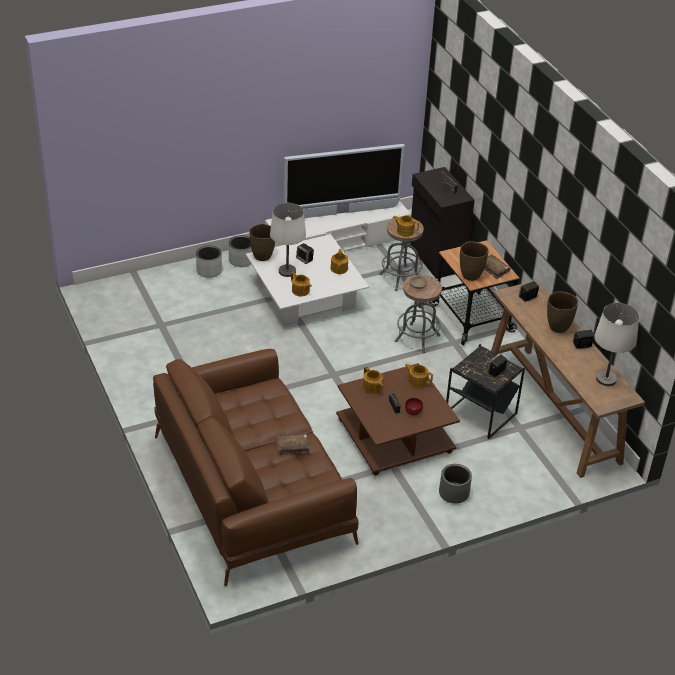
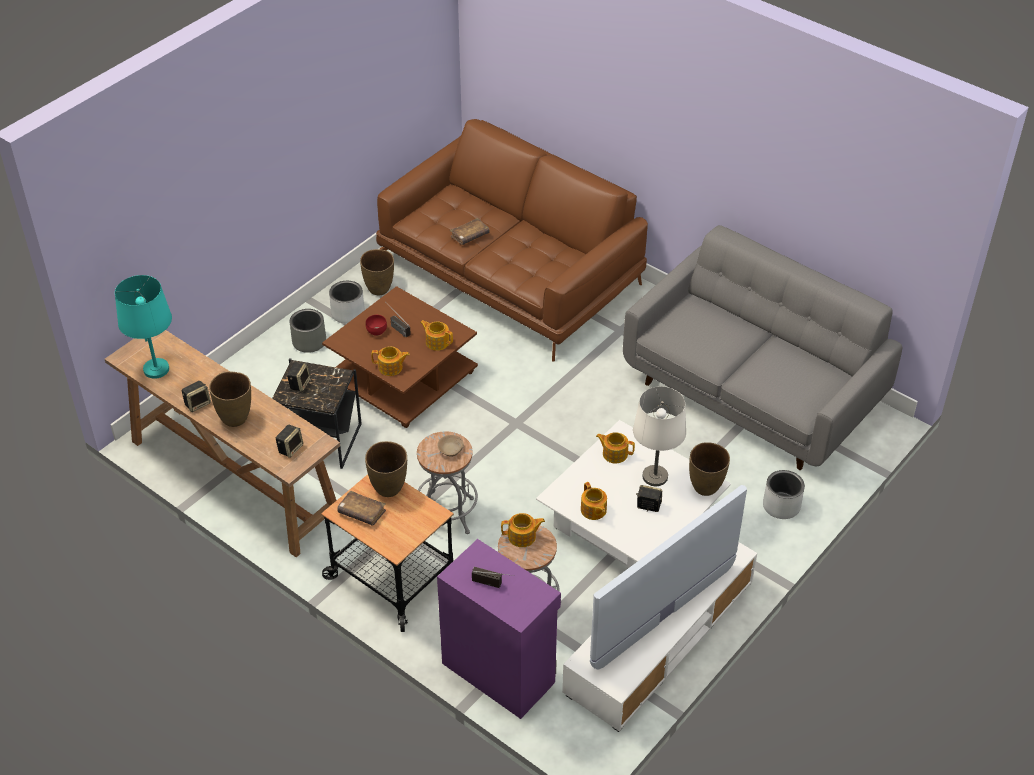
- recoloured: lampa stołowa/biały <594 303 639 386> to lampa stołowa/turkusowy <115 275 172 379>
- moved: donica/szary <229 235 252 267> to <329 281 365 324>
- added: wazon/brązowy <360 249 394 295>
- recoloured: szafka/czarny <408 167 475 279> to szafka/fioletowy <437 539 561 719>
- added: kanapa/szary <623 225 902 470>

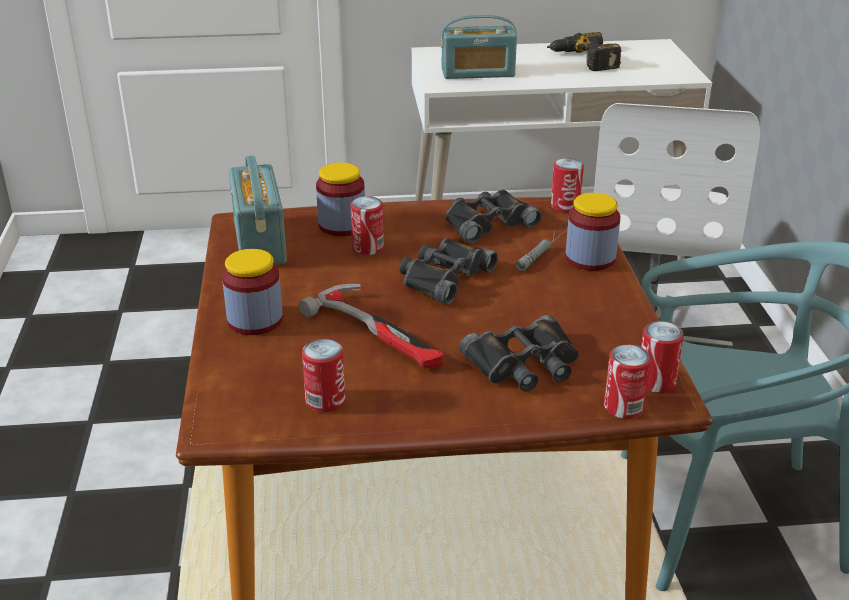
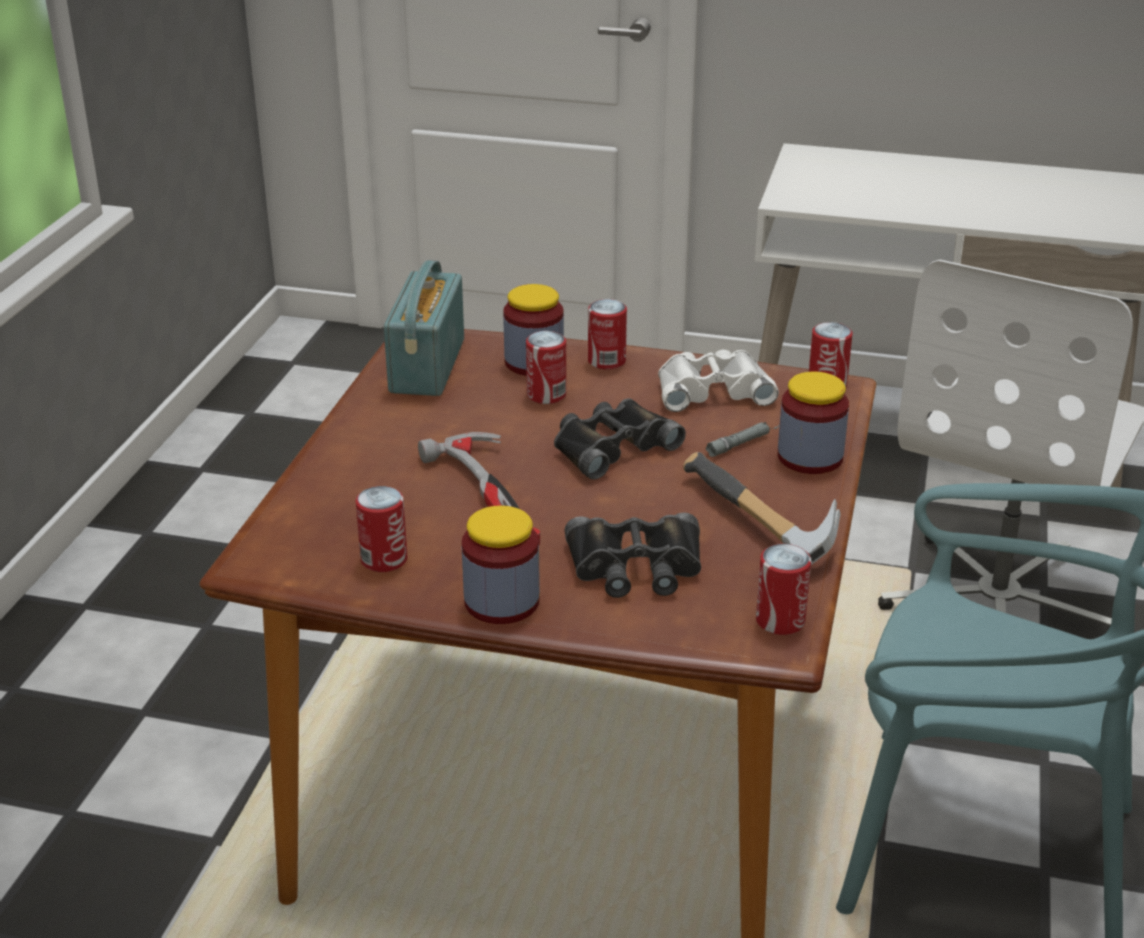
- moved: słoik <222 249 283 335> to <462 505 540 624>
- moved: puszka <604 345 651 419> to <588 299 627 370>
- recoloured: lornetka/czarny <445 189 542 244> to lornetka/biały <658 349 779 412>
- added: młotek <683 452 841 565>
- removed: radio <441 15 517 79>
- removed: wiertarka <547 32 622 71>

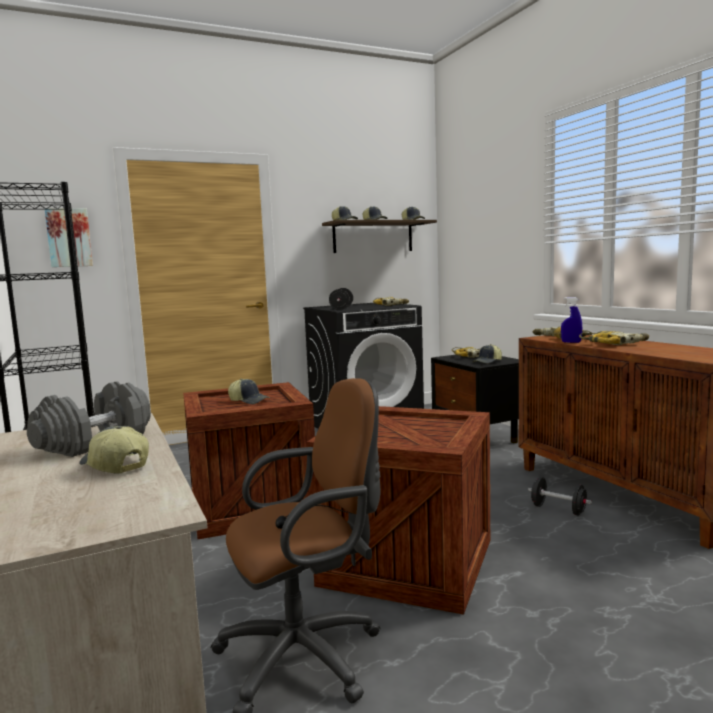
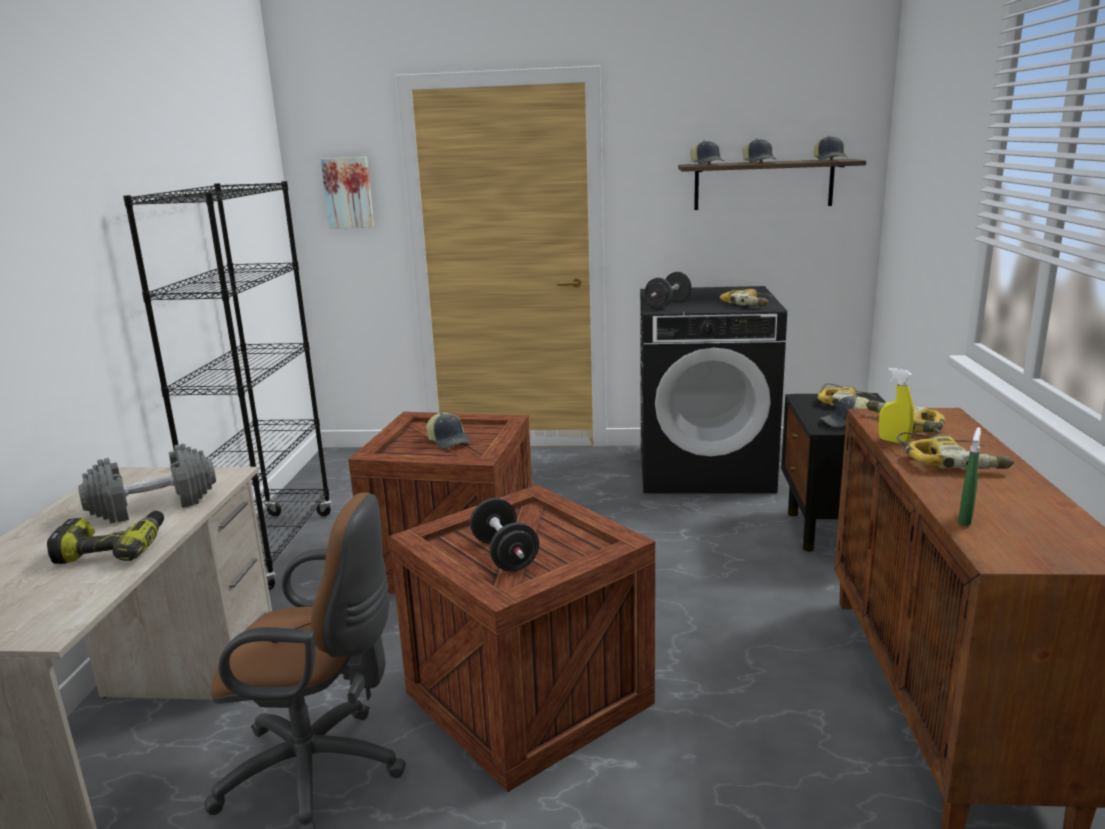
- replaced: czapka z daszkiem <79 426 149 473> to wiertarka <47 511 164 564>
- moved: hantel/czarny <528 477 592 515> to <470 498 539 571>
- recoloured: spryskiwacz/niebieski <561 297 582 343> to spryskiwacz/żółty <879 368 914 444>
- added: spryskiwacz/zielony <958 427 981 526>

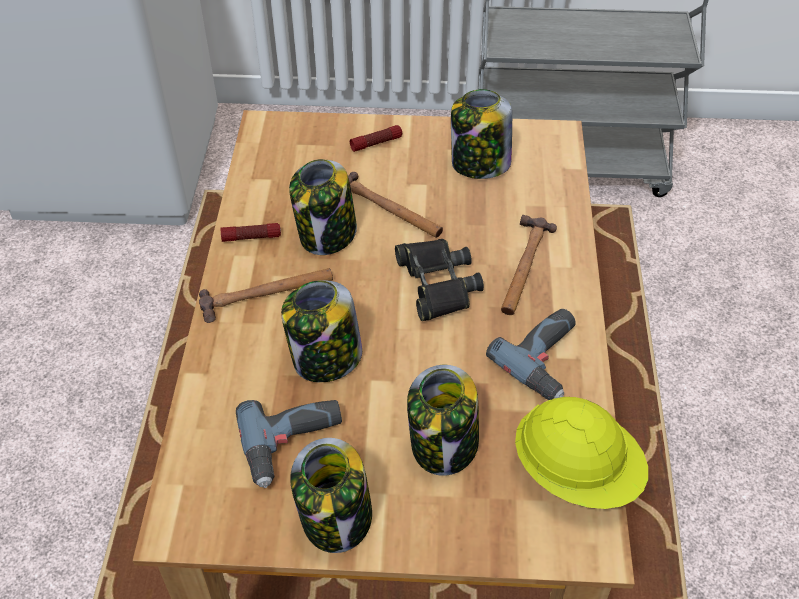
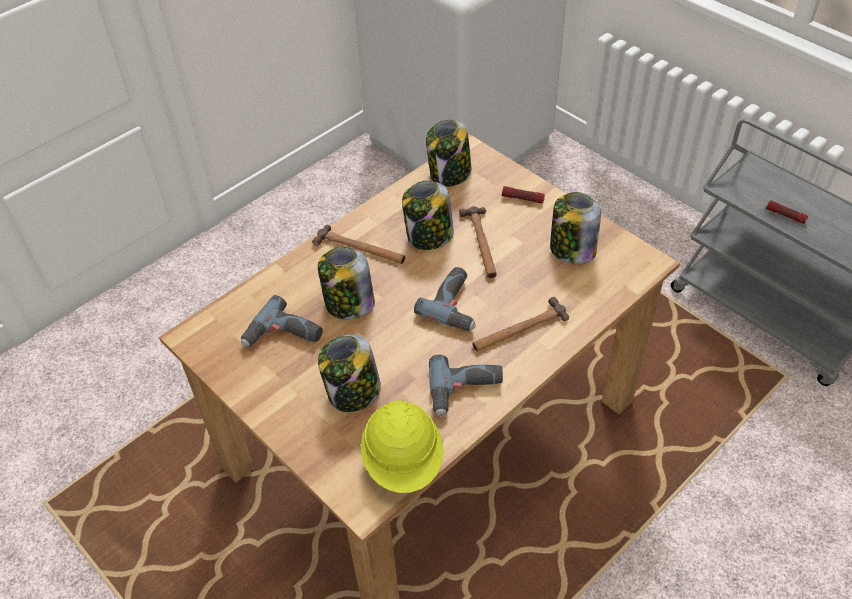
- replaced: lornetka/czarny <395 239 484 321> to wiertarka <414 267 476 331>
- moved: słoik <290 438 372 553> to <426 120 471 187>
- moved: latarka <221 223 281 242> to <766 200 808 224>

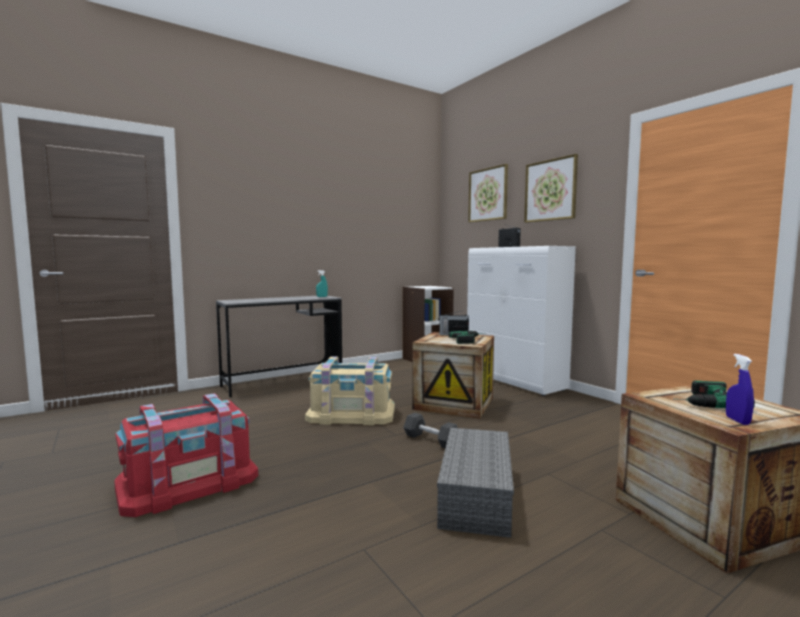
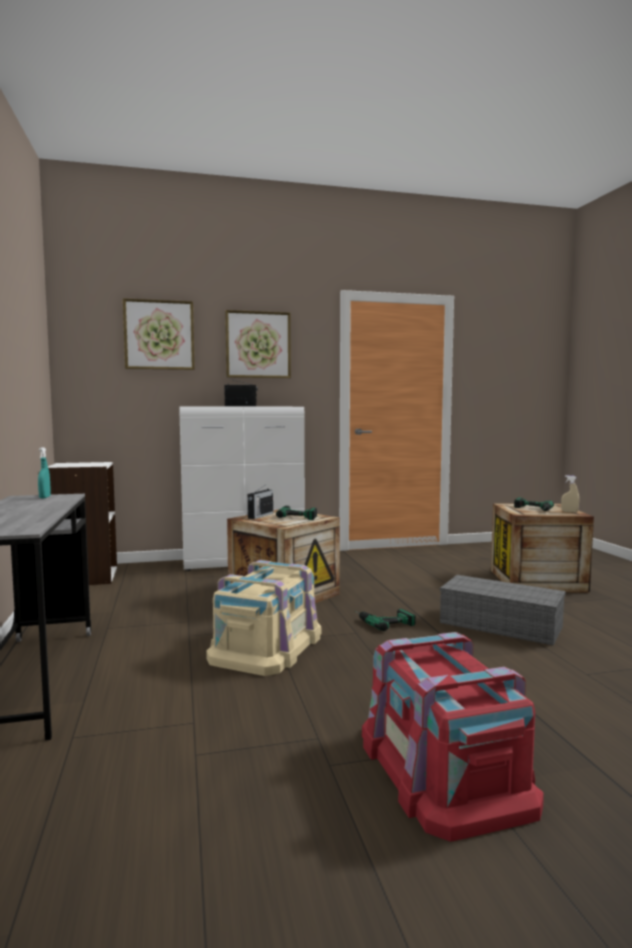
- replaced: hantel/czarny <403 413 458 448> to wiertarka <355 609 416 631>
- recoloured: spryskiwacz/niebieski <726 354 754 425> to spryskiwacz/beżowy <561 475 579 513>

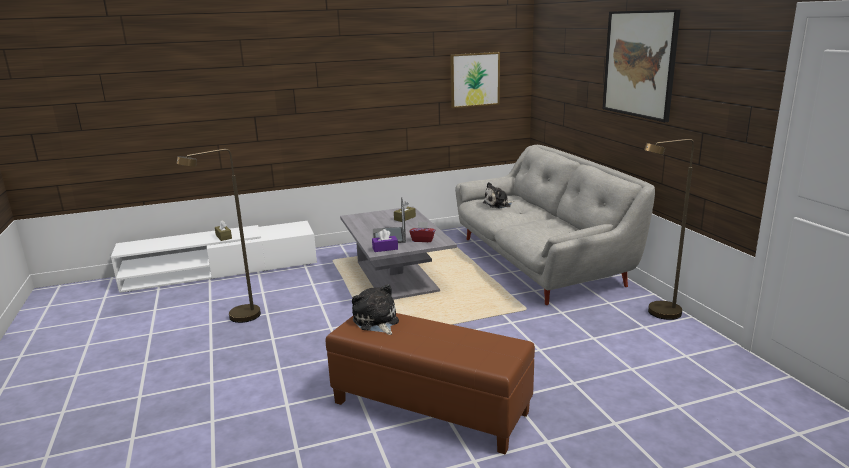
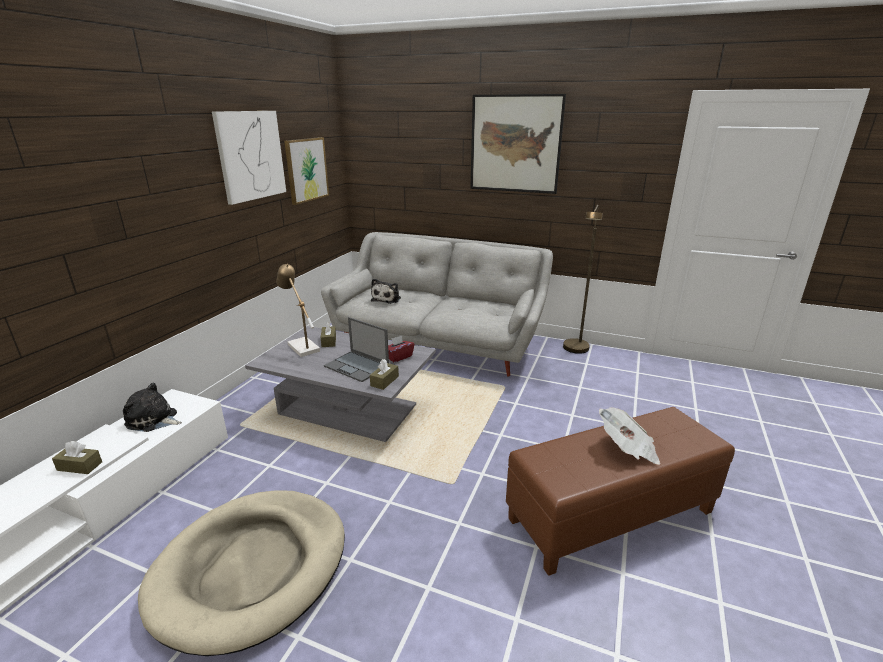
- moved: pluszak <352 284 399 335> to <123 383 182 432>
- replaced: lampa stojąca/brązowy <177 149 261 323> to legowisko/beżowy <138 490 345 656>
- added: obraz <212 111 286 205>
- added: lampa stołowa <276 264 320 357>
- recoloured: pudełko chusteczek/fioletowy <372 229 398 252> to pudełko chusteczek/brązowy <370 359 399 390>
- added: gazeta <599 407 661 465>

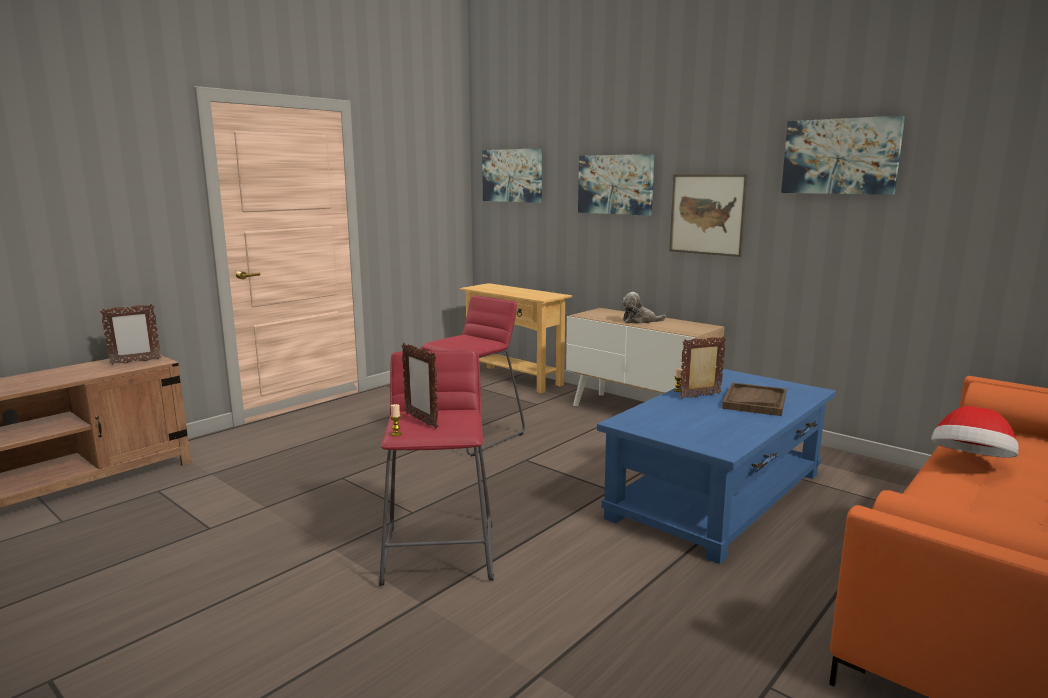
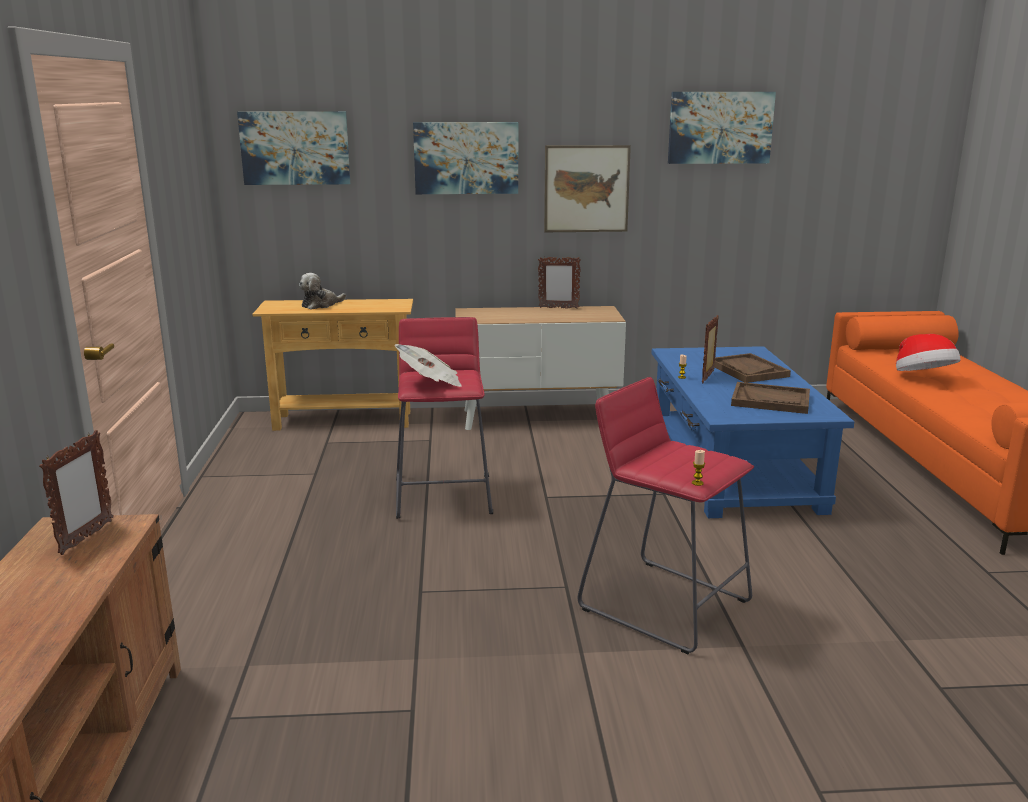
- moved: pluszak <621 292 666 324> to <299 273 346 310>
- added: gazeta <395 344 462 387>
- moved: ramka na zdjęcie <401 343 438 429> to <538 257 581 309>
- added: taca/brązowy <731 382 810 414>

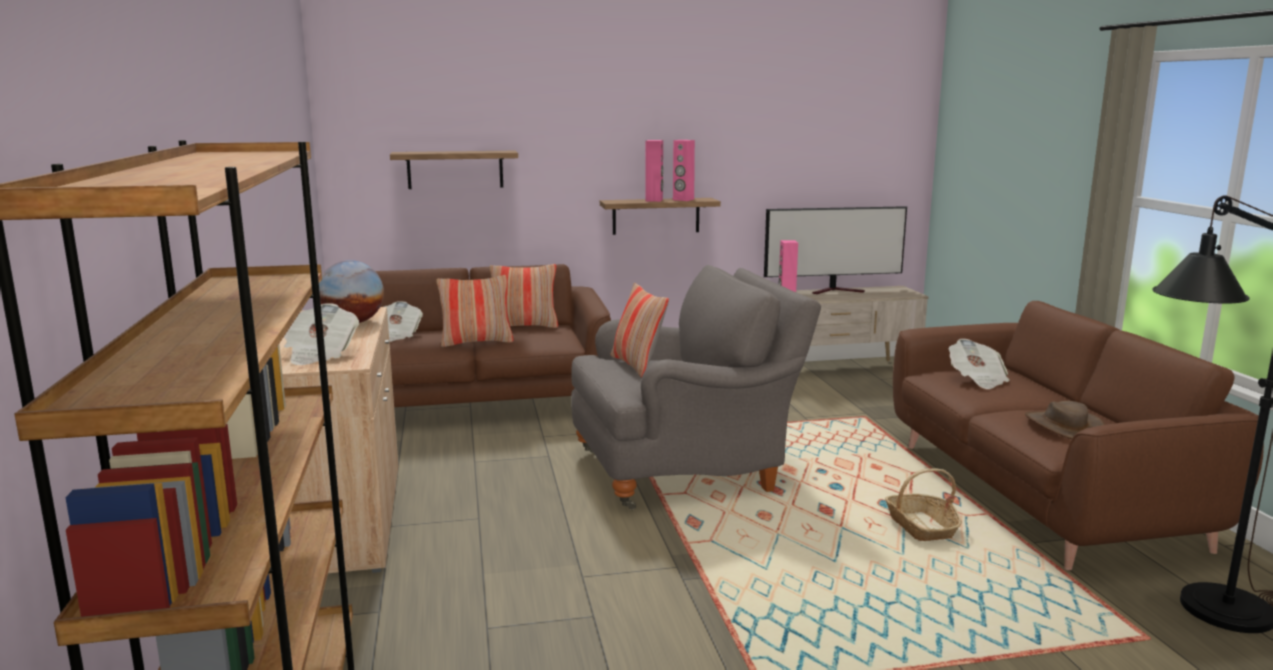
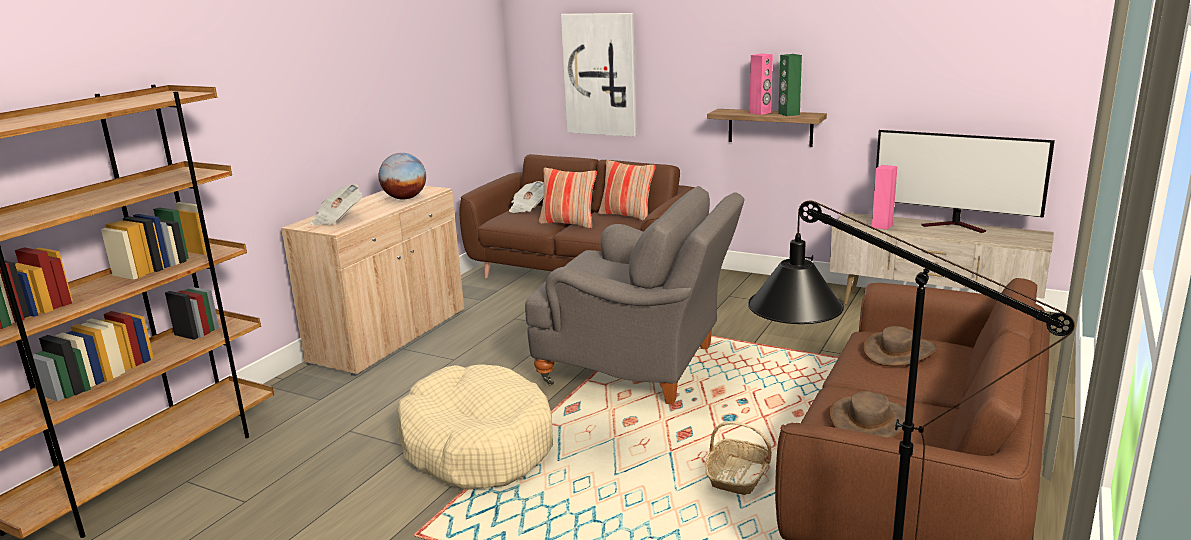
- added: legowisko/beżowy <397 364 553 489>
- replaced: półka <390 151 518 189> to obraz <561 13 637 137>
- recoloured: głośnik/różowy <673 140 695 201> to głośnik/zielony <778 54 802 116>
- replaced: gazeta <949 339 1010 389> to kapelusz/brązowy <863 326 938 366>
- removed: poduszka <610 283 669 378>

